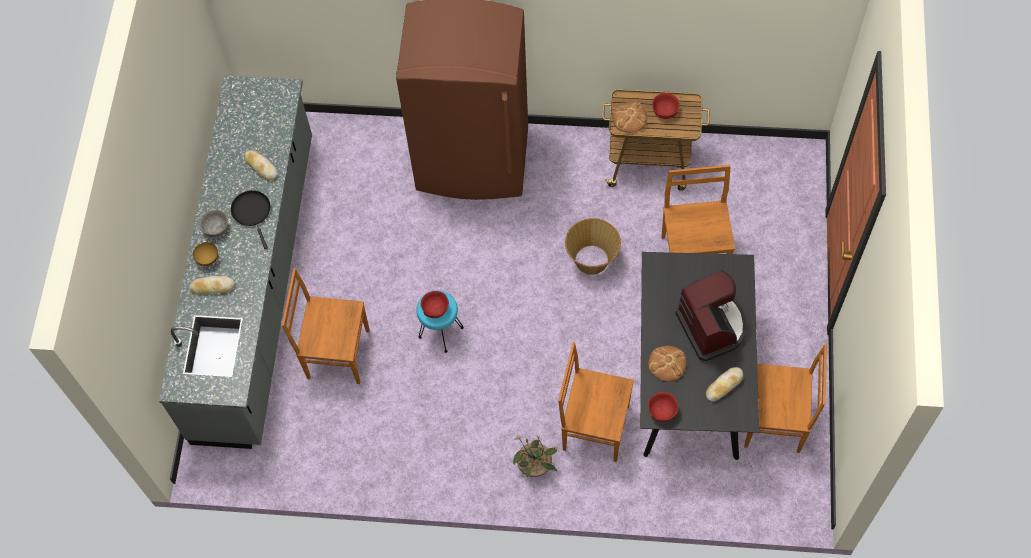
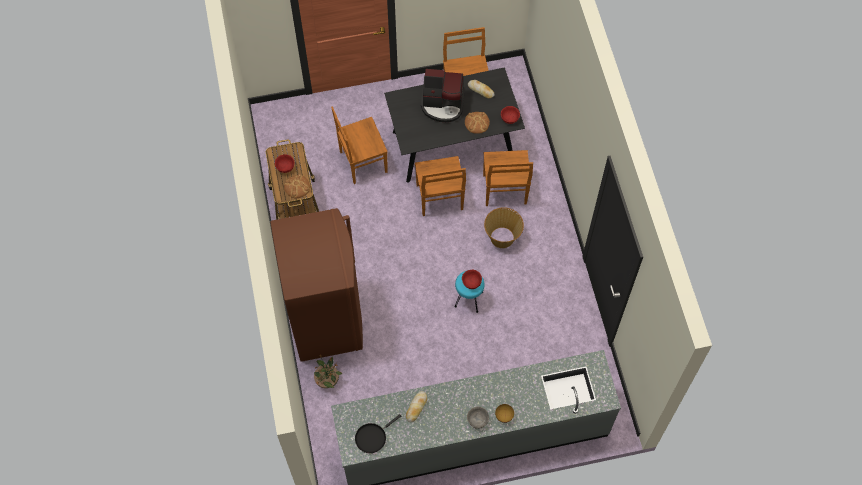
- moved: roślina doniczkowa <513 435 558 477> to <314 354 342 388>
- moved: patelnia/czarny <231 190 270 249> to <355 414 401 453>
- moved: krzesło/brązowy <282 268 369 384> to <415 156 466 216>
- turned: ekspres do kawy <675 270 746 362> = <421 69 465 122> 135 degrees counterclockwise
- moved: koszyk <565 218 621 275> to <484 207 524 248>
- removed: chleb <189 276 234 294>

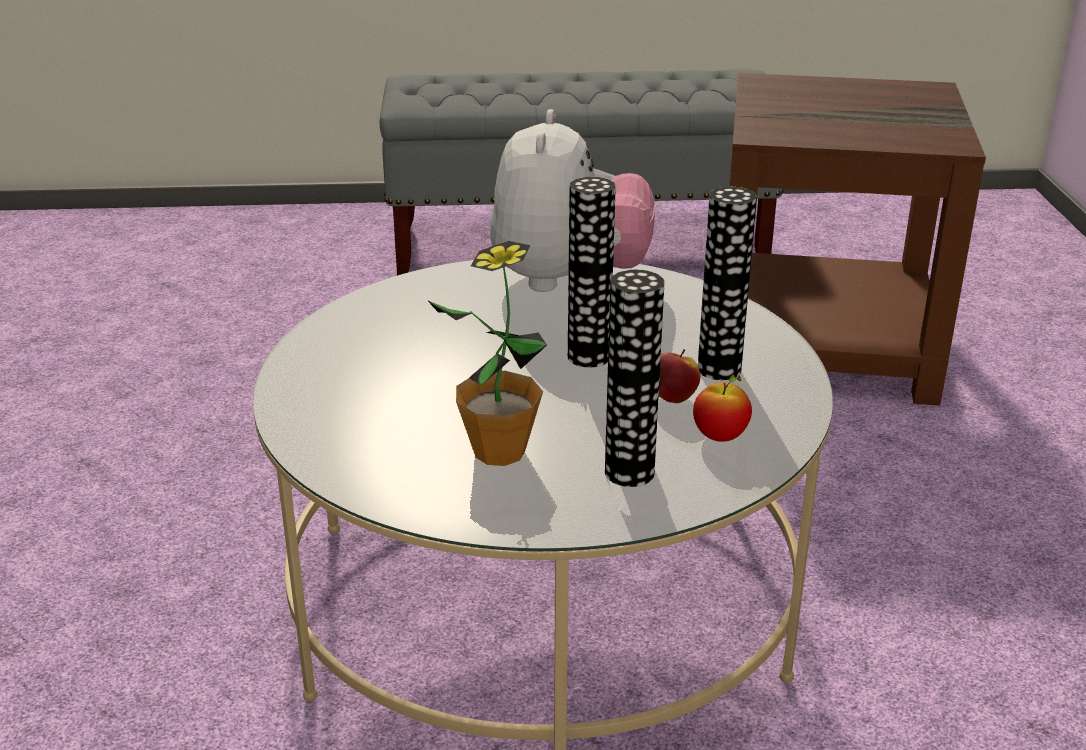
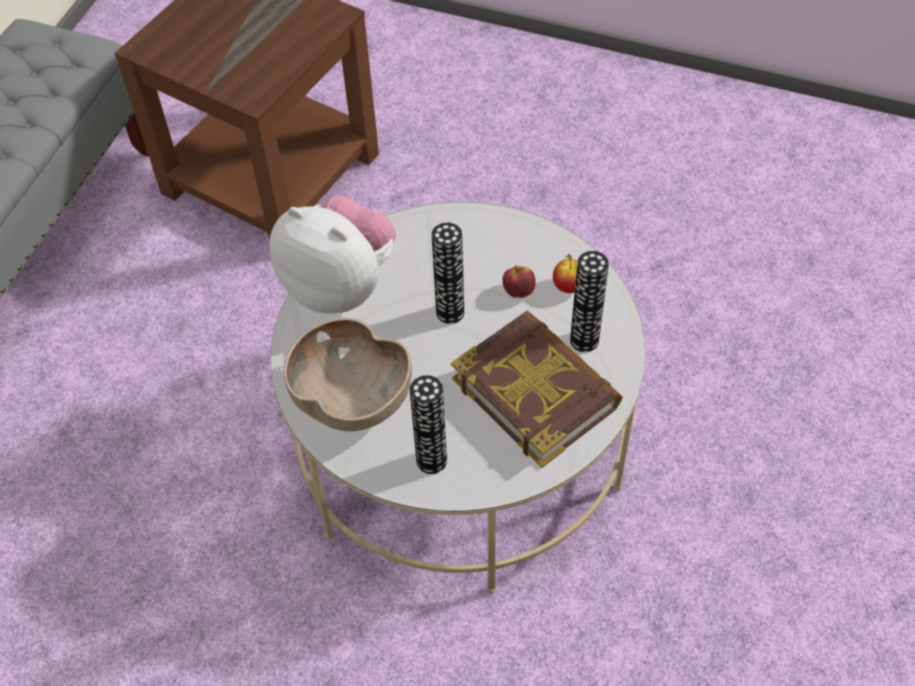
- added: miska/brązowy <284 318 412 431>
- moved: wazon <698 187 757 380> to <409 375 447 474>
- replaced: roślina doniczkowa <427 241 547 466> to książka <451 311 623 468>

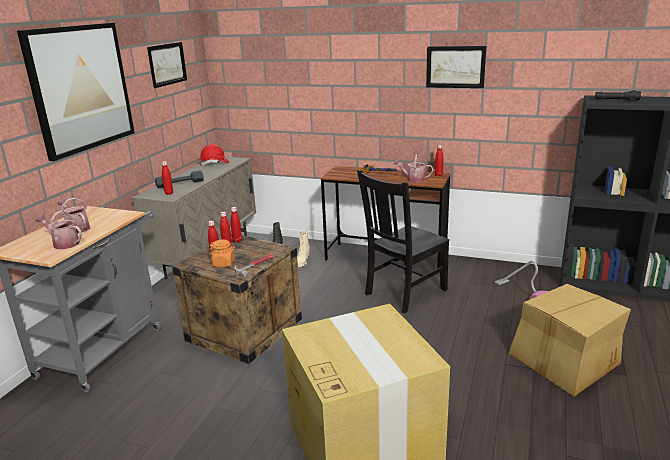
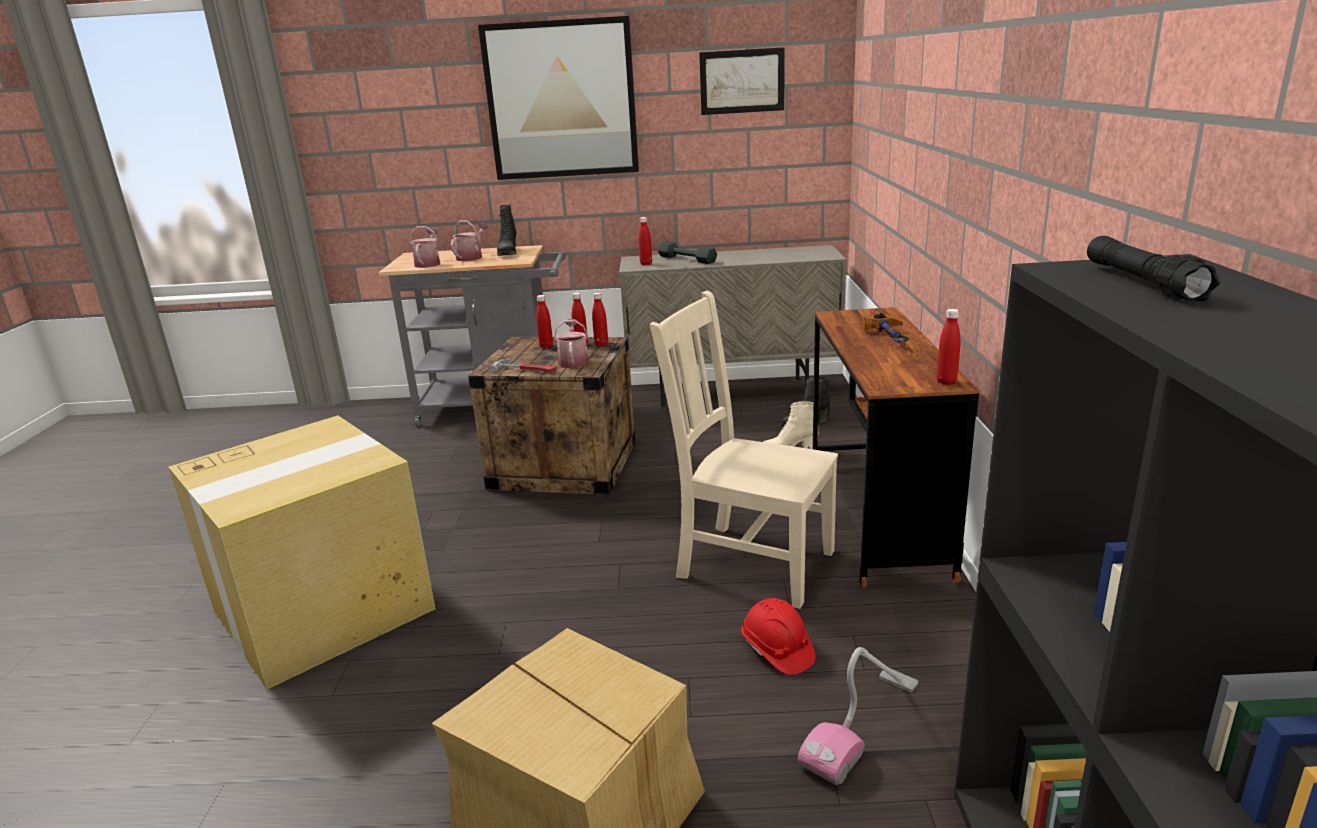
- added: but z cholewką/czarny <497 205 516 256>
- moved: konewka <393 155 433 183> to <554 319 589 368>
- recoloured: krzesło/czarny <357 170 450 313> to krzesło/beżowy <650 291 838 609>
- moved: kask/czerwony <199 144 229 165> to <741 598 815 675>
- removed: słoik/pomarańczowy <209 240 235 267>
- removed: obraz <426 46 486 88>

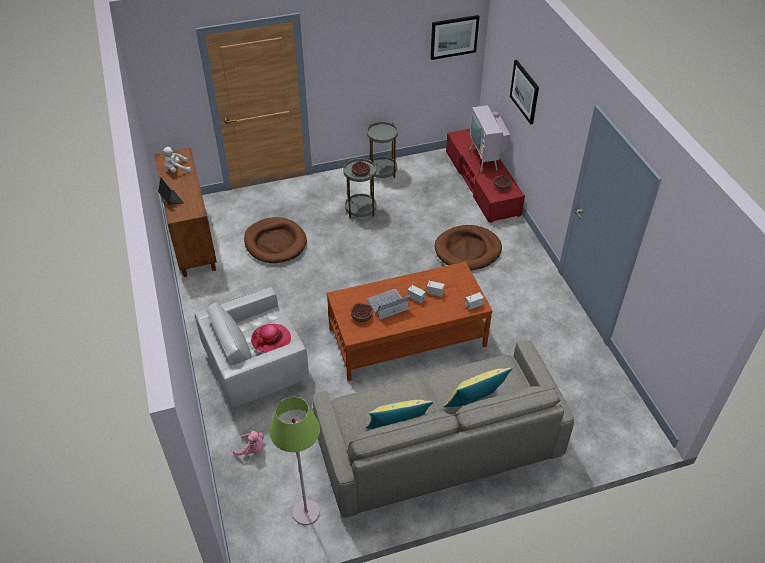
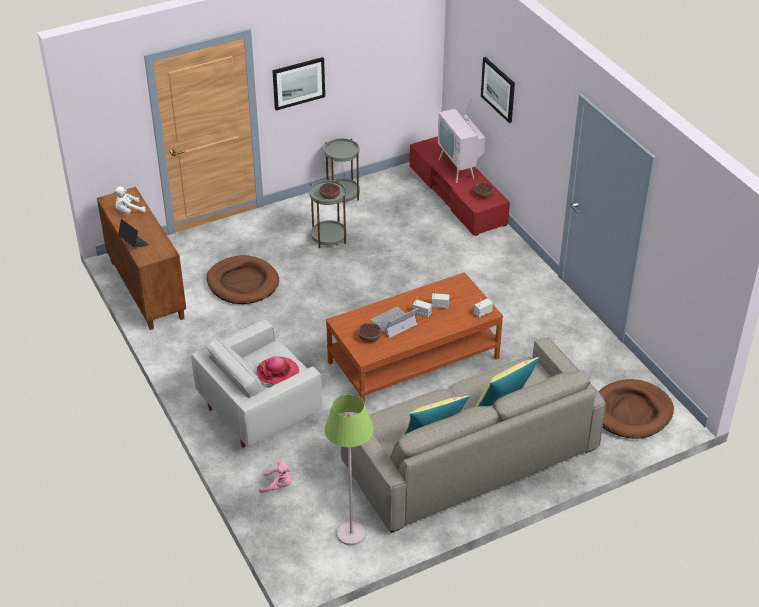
- moved: obraz <430 15 479 60> to <272 57 325 110>
- moved: legowisko/brązowy <435 225 502 270> to <598 379 674 439>

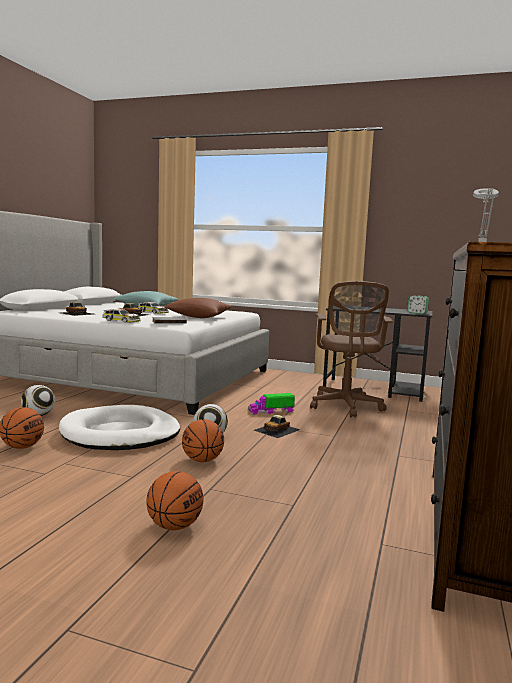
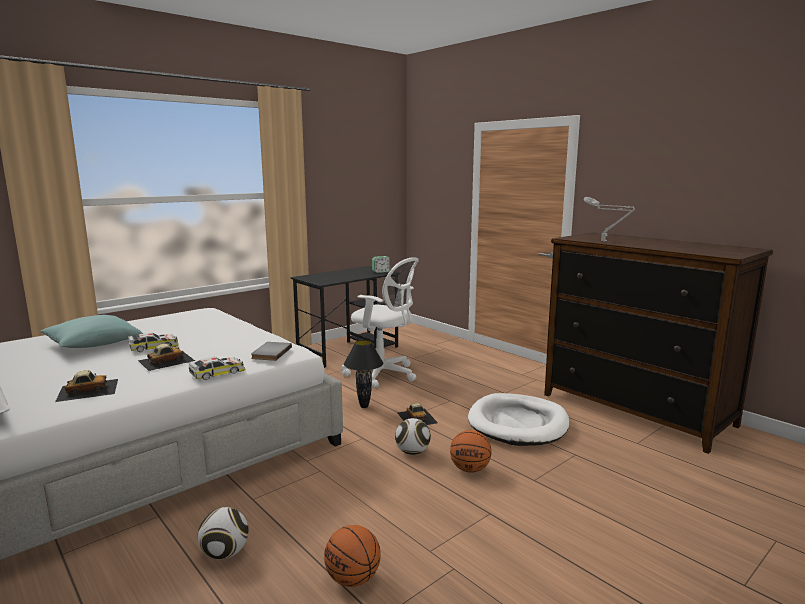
- recoloured: krzesło biurowe/brązowy <310 281 393 418> to krzesło biurowe/biały <342 257 419 388>
- replaced: ciężarówka zabawkowa <248 393 295 415> to lampa stołowa/czarny <344 340 383 408>
- moved: legowisko/biały <59 405 180 450> to <468 393 569 446>
- removed: piłka do koszykówki <147 471 204 530>
- removed: poduszka/brązowy <164 298 231 318>

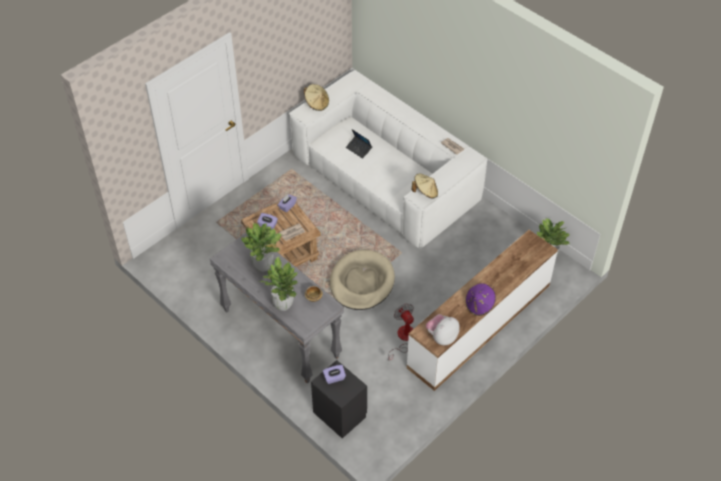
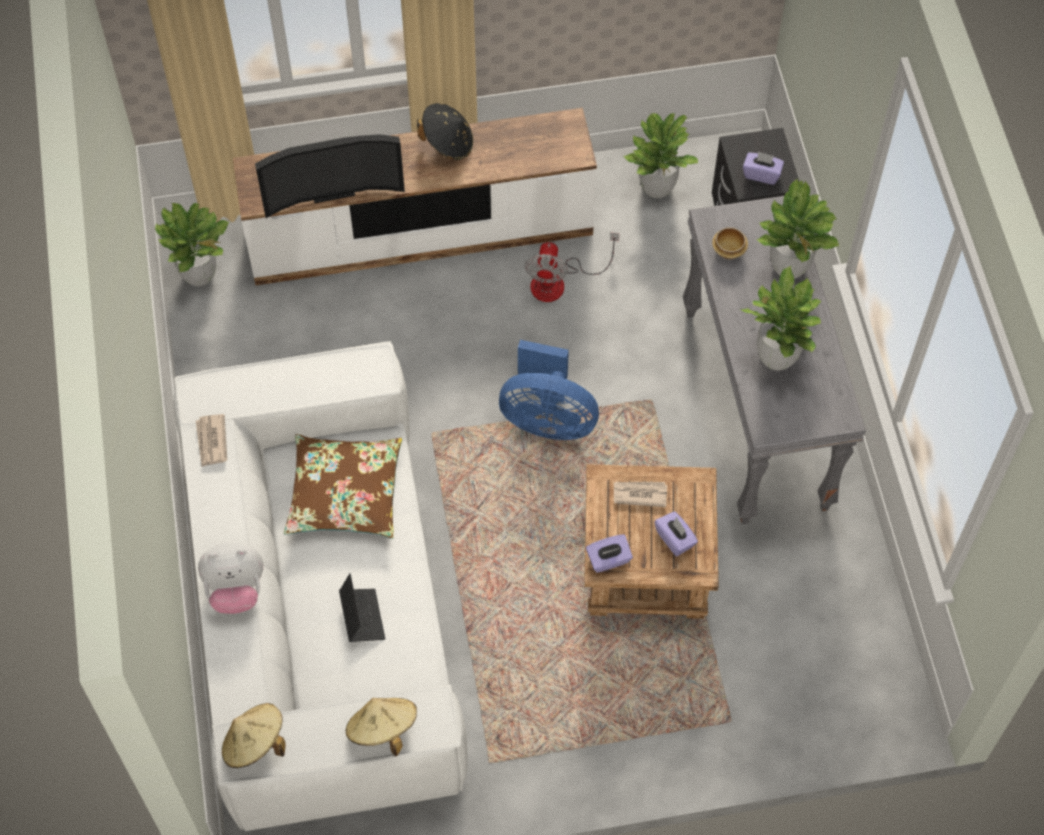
- moved: pluszak <426 314 460 345> to <198 542 263 614>
- moved: kapelusz/beżowy <412 174 438 198> to <222 703 286 768>
- added: telewizor <255 134 405 218>
- added: poduszka/brązowy <284 434 402 539>
- recoloured: kapelusz/fioletowy <465 283 496 316> to kapelusz/czarny <417 103 473 160>
- replaced: legowisko/beżowy <330 250 395 310> to wentylator/niebieski <499 340 599 440>
- added: roślina doniczkowa <624 113 698 198>

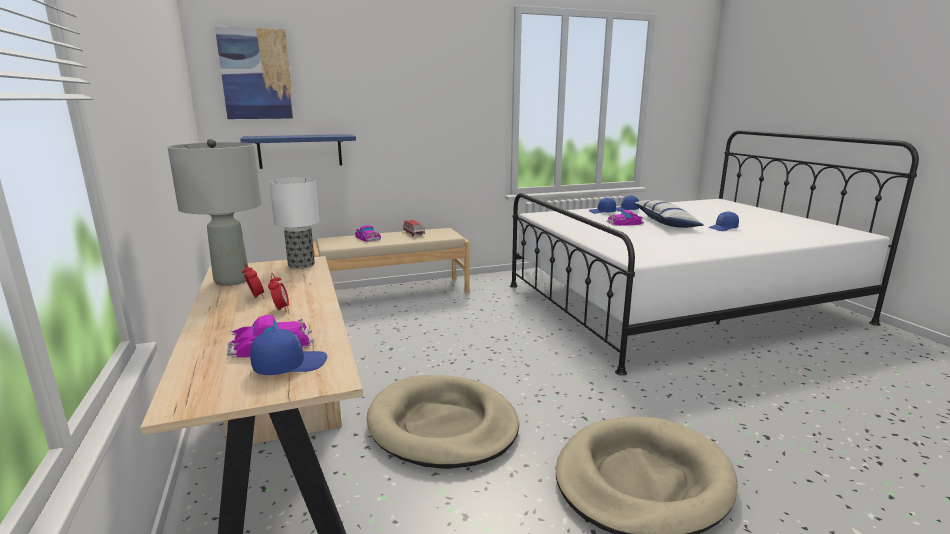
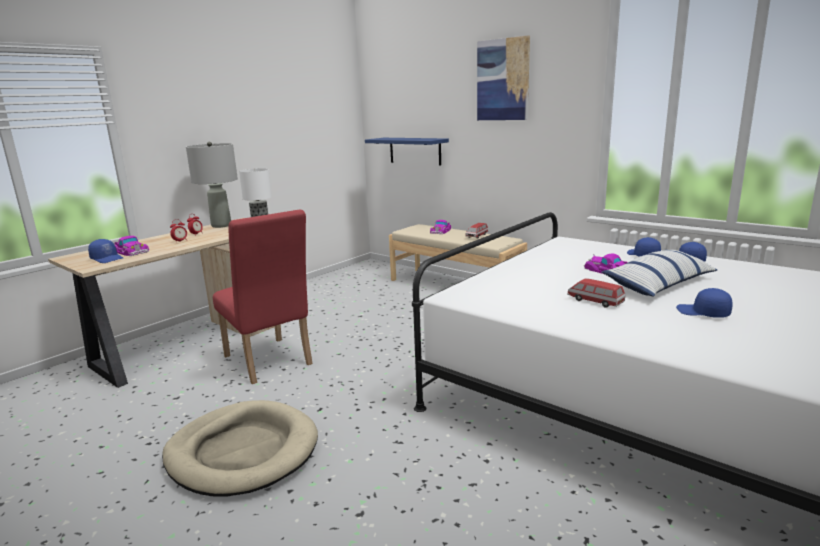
- replaced: legowisko/beżowy <367 375 519 469> to krzesło/czerwony <213 210 313 384>
- moved: obraz <215 27 294 119> to <477 35 530 120>
- added: samochodzik <567 278 625 308>

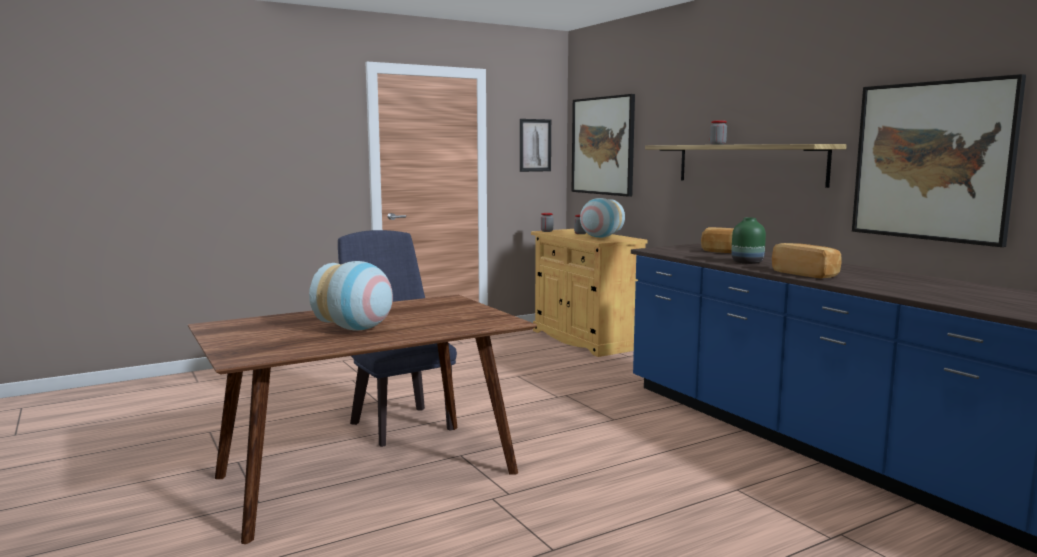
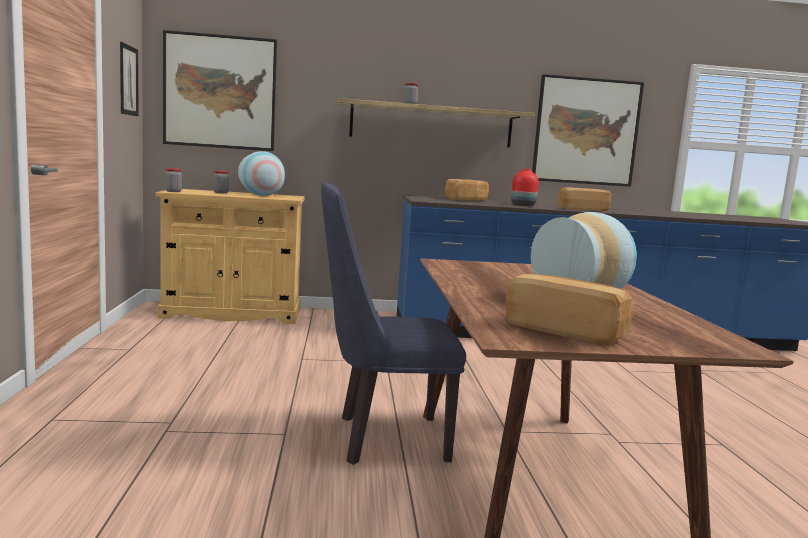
- added: chleb <506 274 633 345>
- recoloured: wazon/zielony <732 217 766 264> to wazon/czerwony <511 169 539 206>

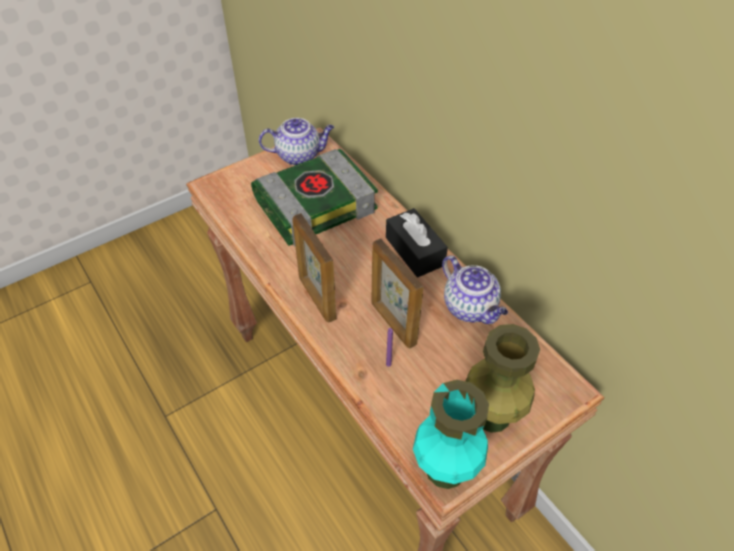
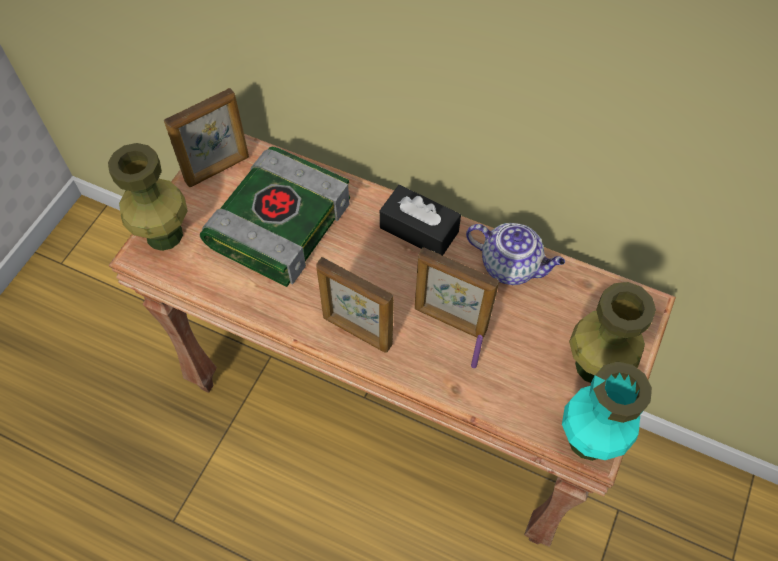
- added: wazon/zielony <108 143 188 251>
- replaced: imbryk <259 118 334 165> to ramka na zdjęcie <164 88 249 187>

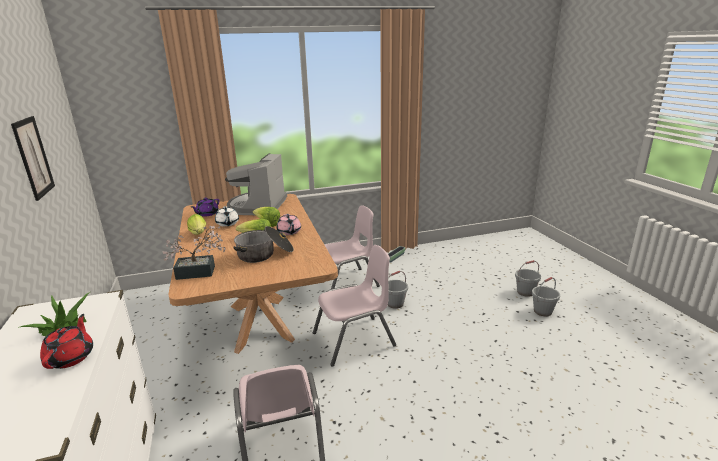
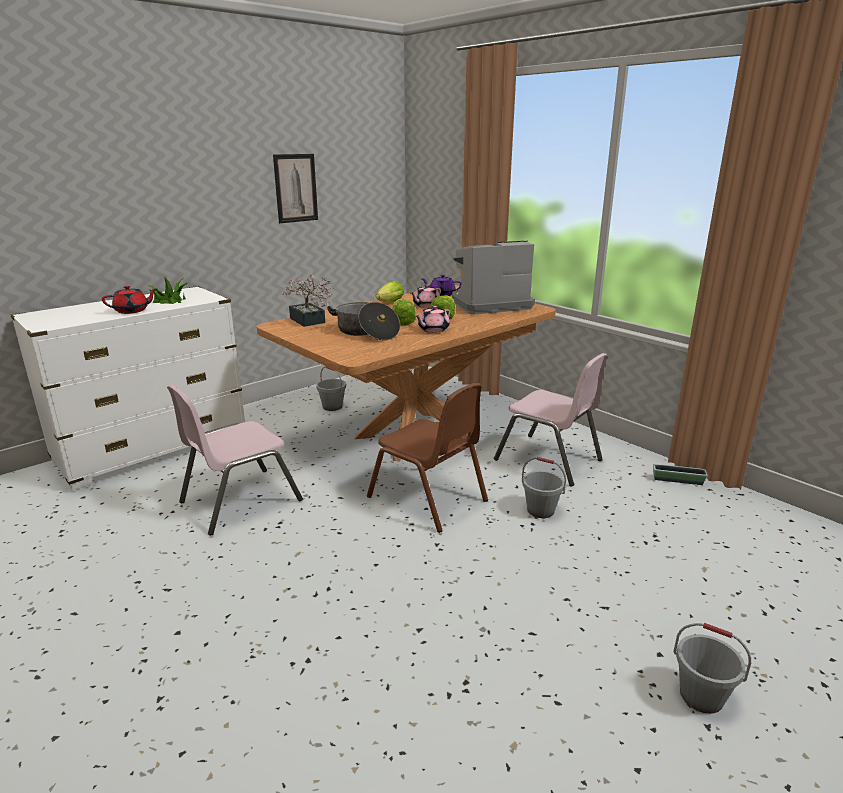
- moved: wiadro/szary <515 260 541 297> to <316 366 346 411>
- recoloured: krzesło/różowy <313 245 396 367> to krzesło/brązowy <367 383 488 533>
- recoloured: imbryk/biały <215 206 239 227> to imbryk/różowy <411 284 441 308>

